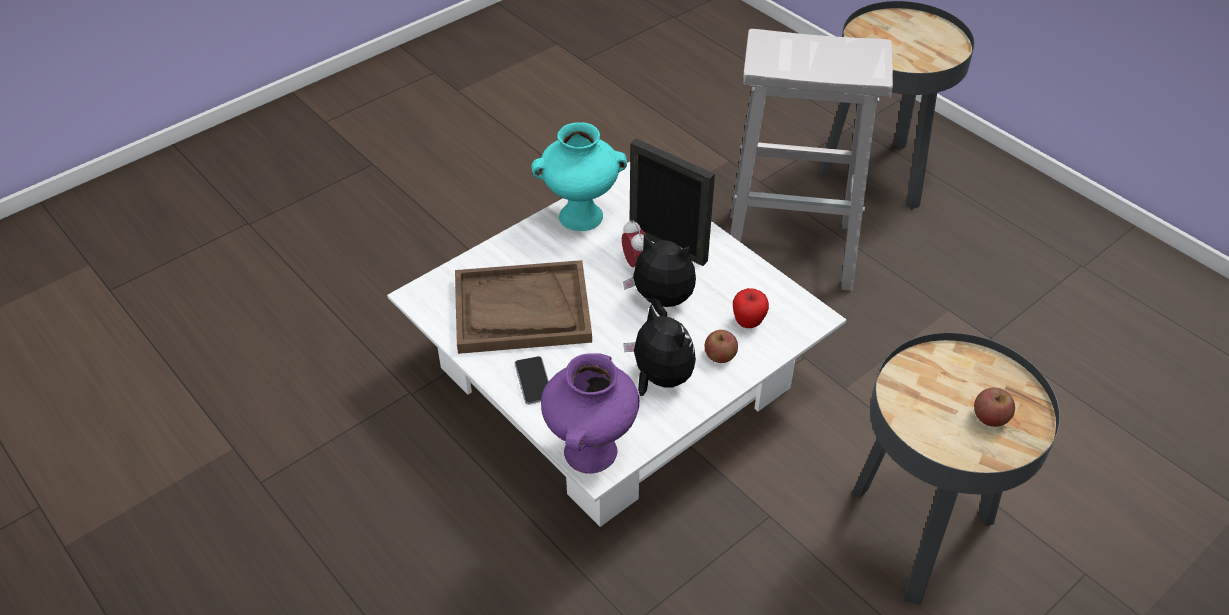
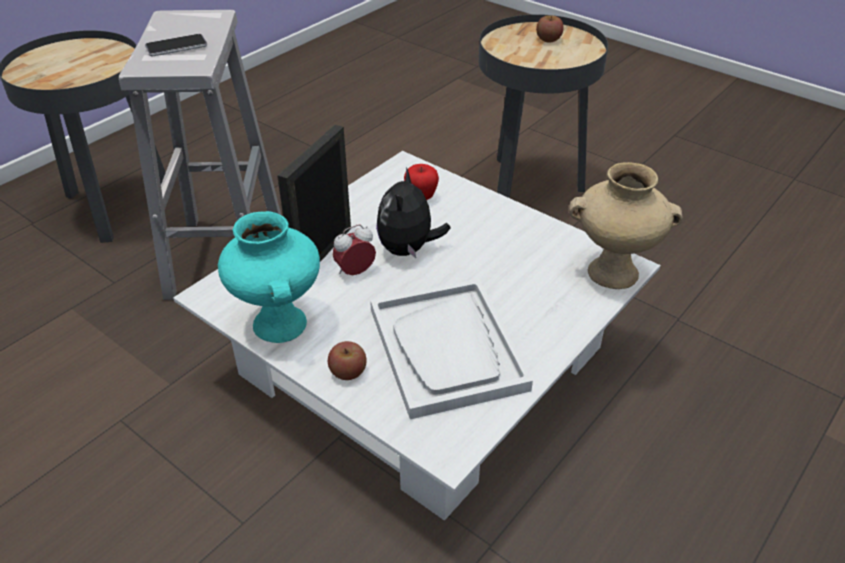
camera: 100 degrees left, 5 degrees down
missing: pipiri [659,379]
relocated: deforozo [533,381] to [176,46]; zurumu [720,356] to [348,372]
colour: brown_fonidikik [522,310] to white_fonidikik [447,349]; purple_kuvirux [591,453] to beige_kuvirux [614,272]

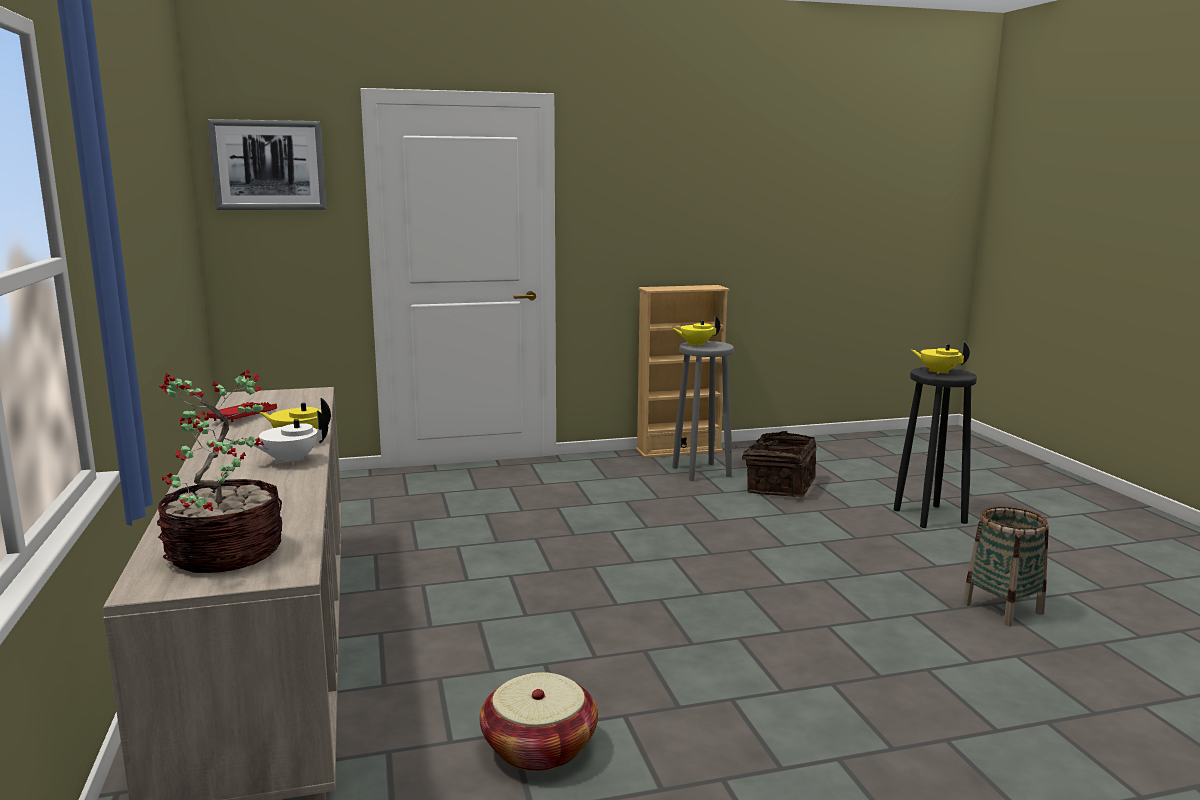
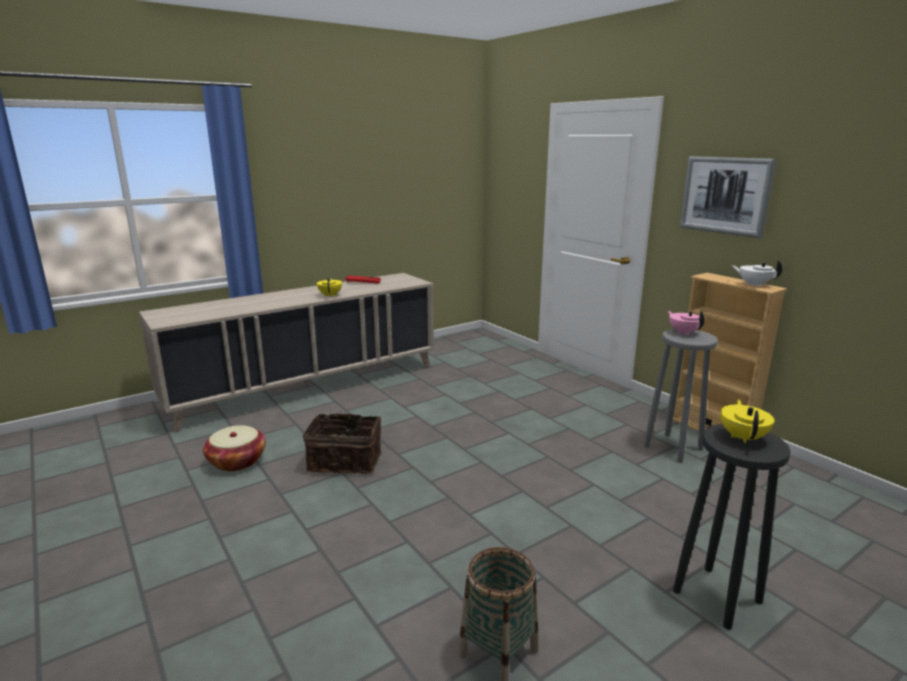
camera: 70 degrees right, 5 degrees up
missing: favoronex [223,555]
relocated: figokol [778,485] to [345,460]; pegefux [268,165] to [725,195]; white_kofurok [289,461] to [753,284]
colour: yellow_kofurok [695,344] to pink_kofurok [683,332]

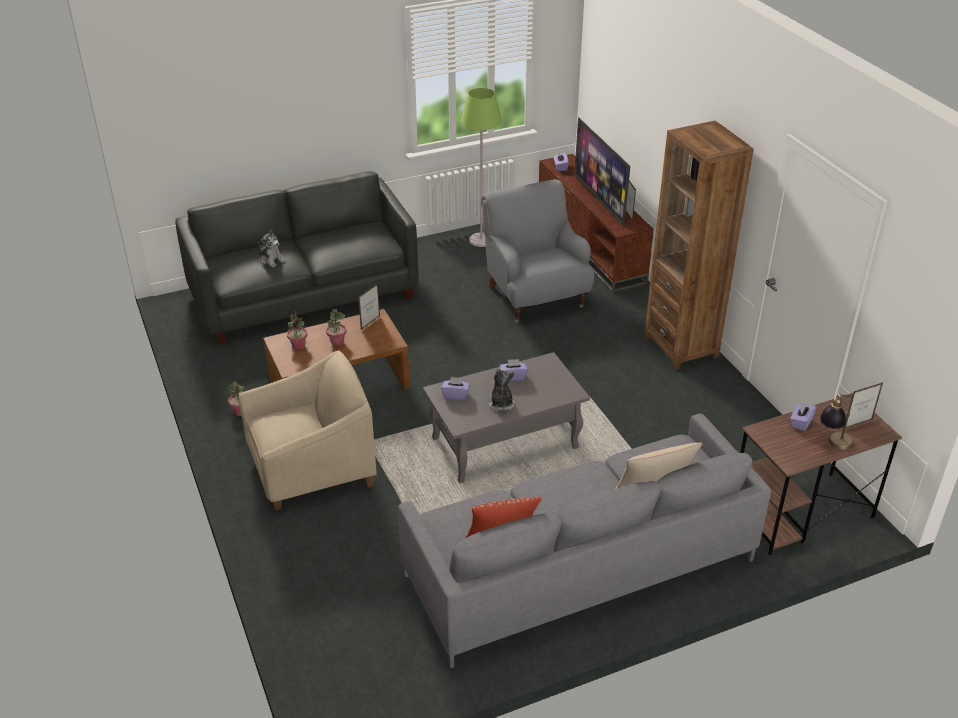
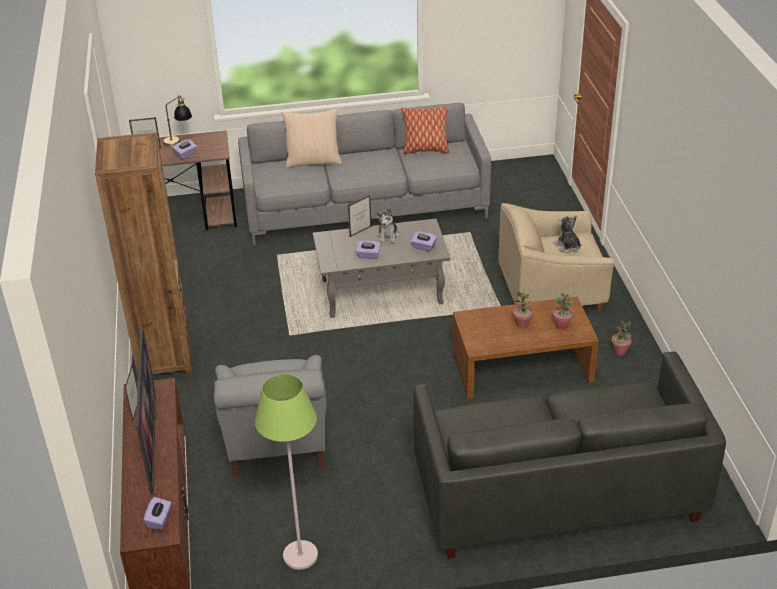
camera: 165 degrees left, 0 degrees up
relocated: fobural [370,323] to [360,232]; pipiri [271,260] to [567,246]

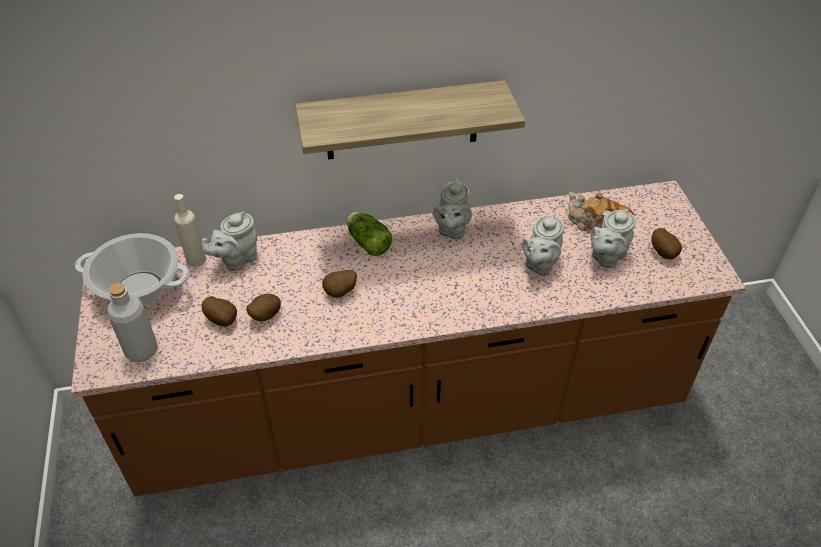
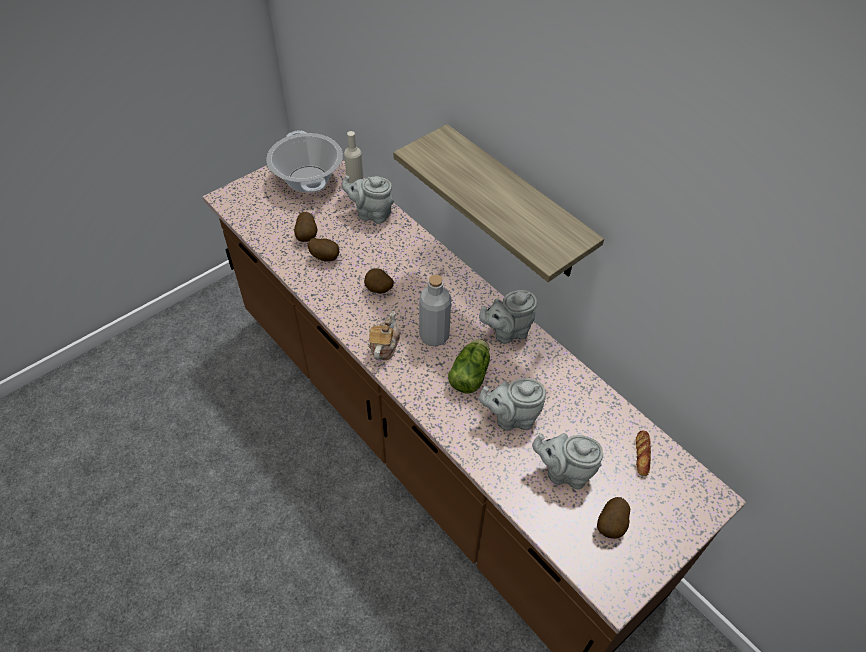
camera: 60 degrees right, 5 degrees up
relocated: kofurok [585,222] to [384,346]; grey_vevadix [141,350] to [434,336]; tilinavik [367,242] to [471,373]

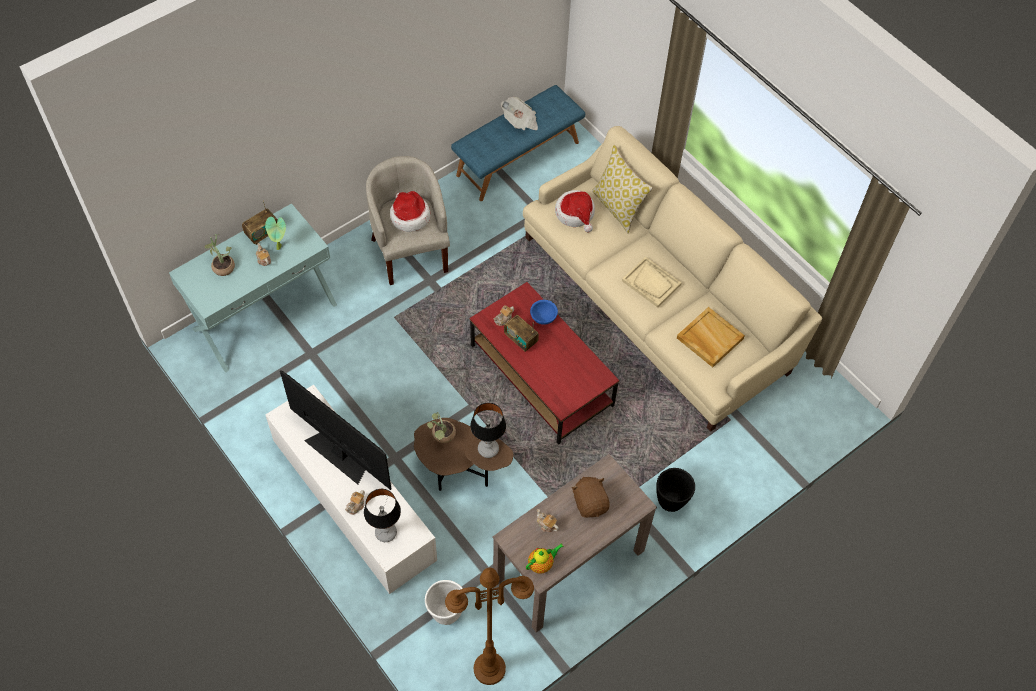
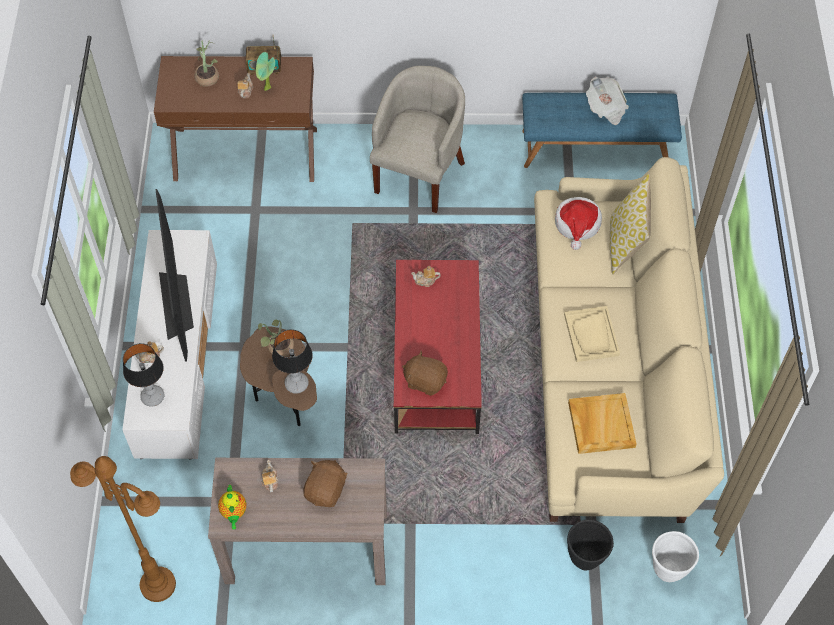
camera: 40 degrees right, 0 degrees up
missing: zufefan [409,216]; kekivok [521,339]; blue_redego [543,318]
appeared: brown_pipiri [425,381]
relocated: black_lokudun [671,502] to [585,558]; white_lokudun [446,613] to [668,569]
colour: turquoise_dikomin [264,316] to brown_dikomin [246,153]
spun: kofurok [542,564] = [234,512] 75 degrees clockwise

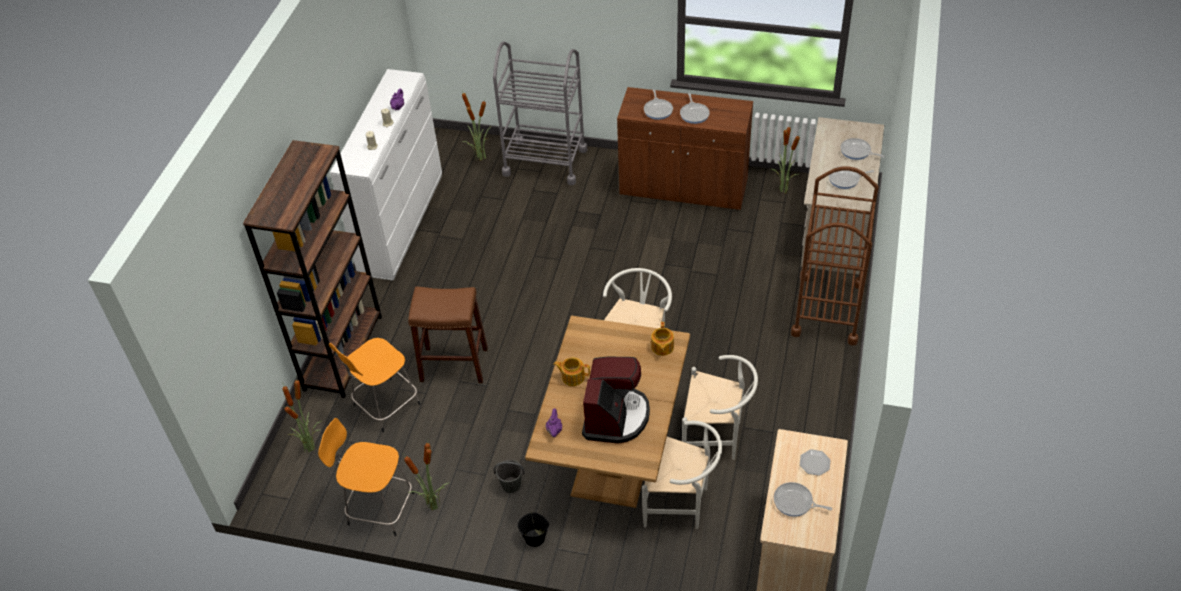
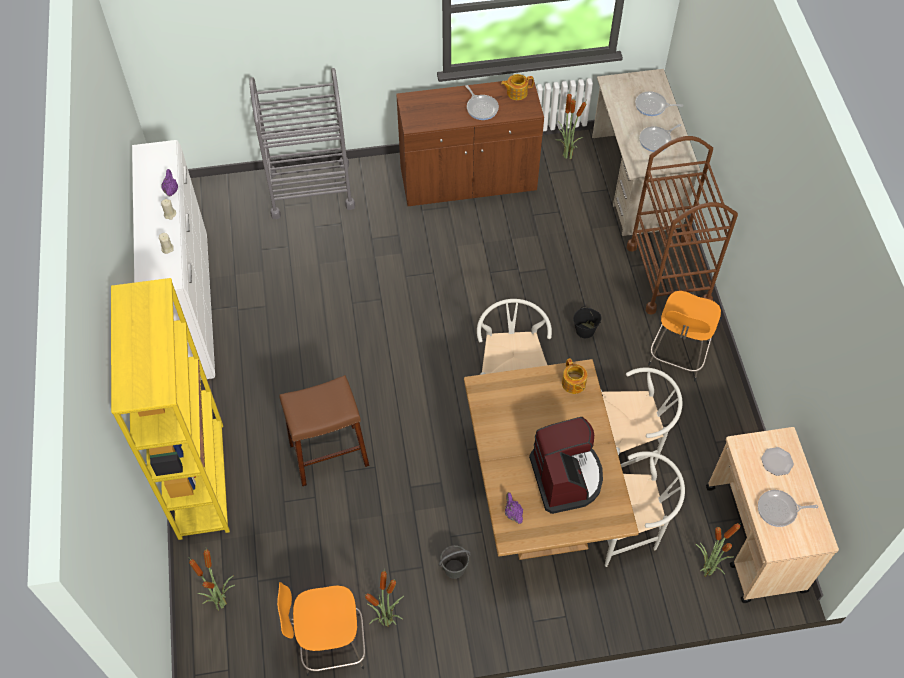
camera: 25 degrees left, 10 degrees up
missing: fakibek [658,110]
relocated: kofurok [572,376] to [516,92]; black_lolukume [535,538] to [585,330]; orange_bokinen [385,406] to [677,356]; favoronex [480,157] to [706,570]
colour: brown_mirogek [343,352] to yellow_mirogek [201,480]

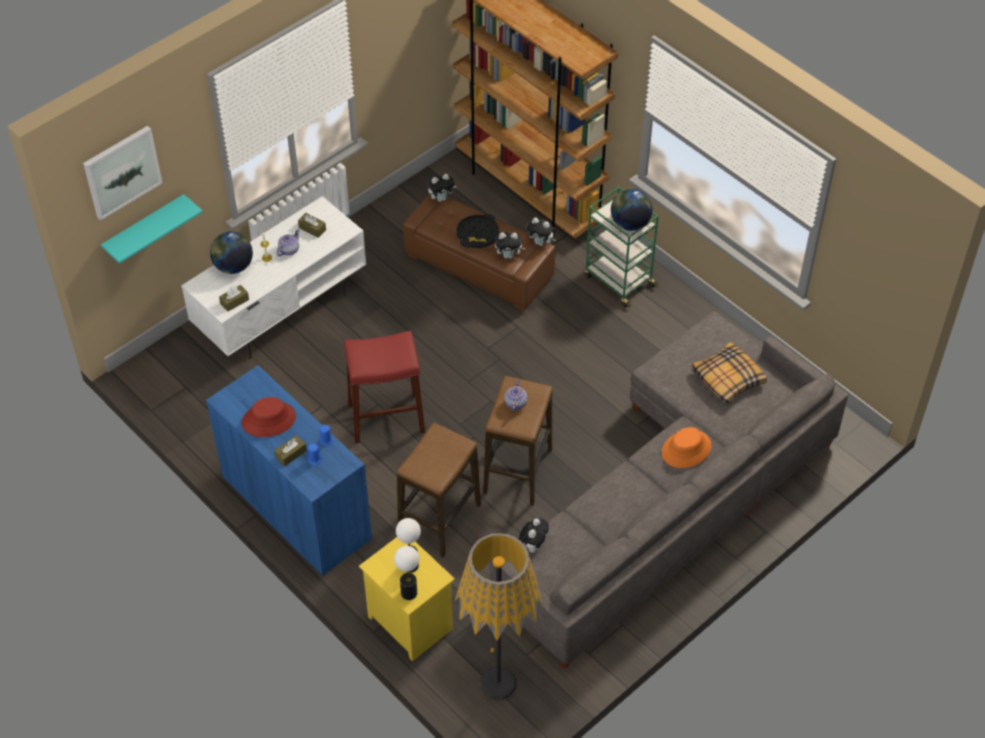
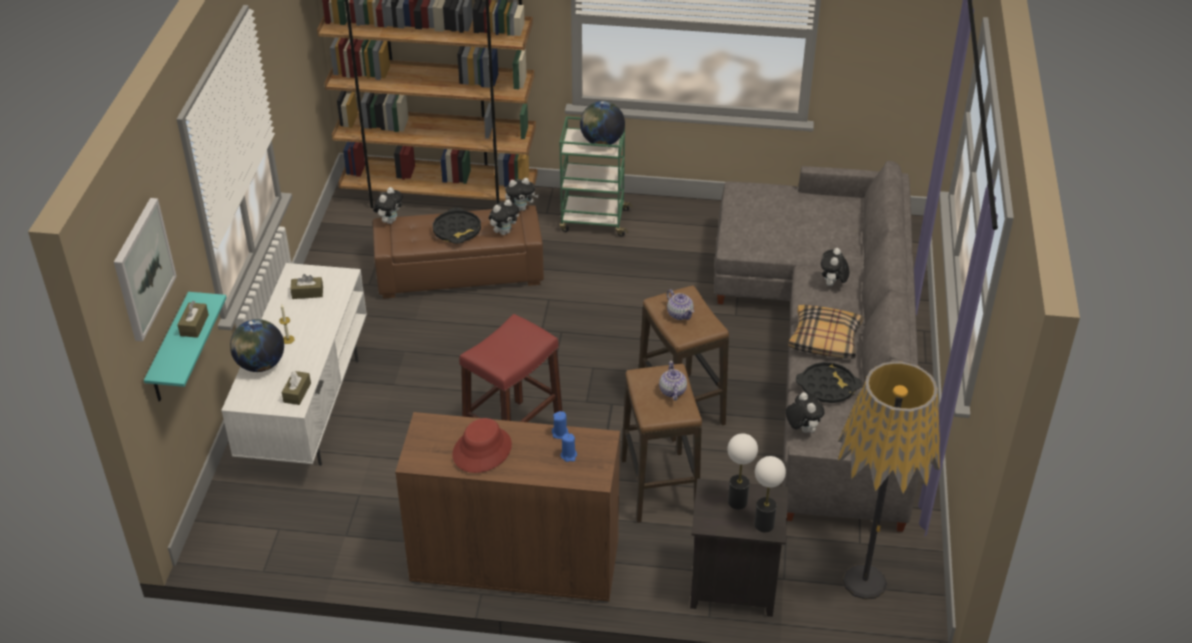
camera: 40 degrees left, 10 degrees down
appeared: black_fonidikik [827,387]
relocated: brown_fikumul [291,454] to [194,325]; kofurok [288,250] to [672,391]; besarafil [727,379] to [824,339]
exchanged: orange_zufefan [686,449] to pipiri [832,285]
colour: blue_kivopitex [296,508] to brown_kivopitex [515,562]; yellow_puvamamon [408,623] to black_puvamamon [731,588]

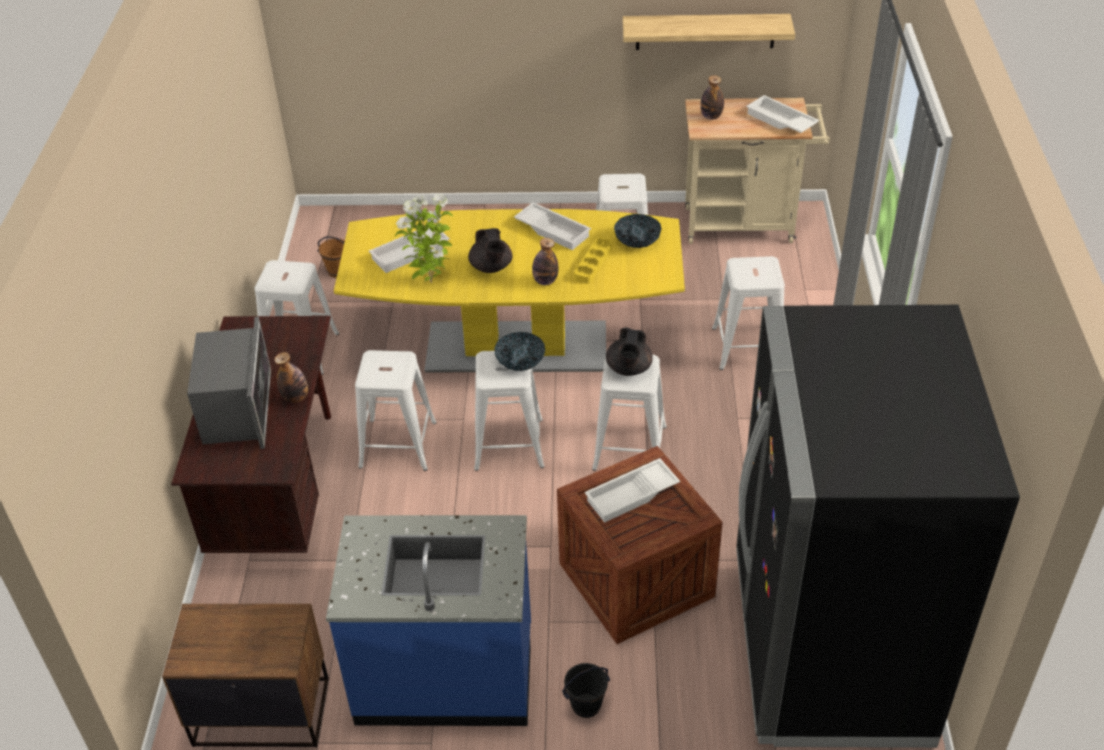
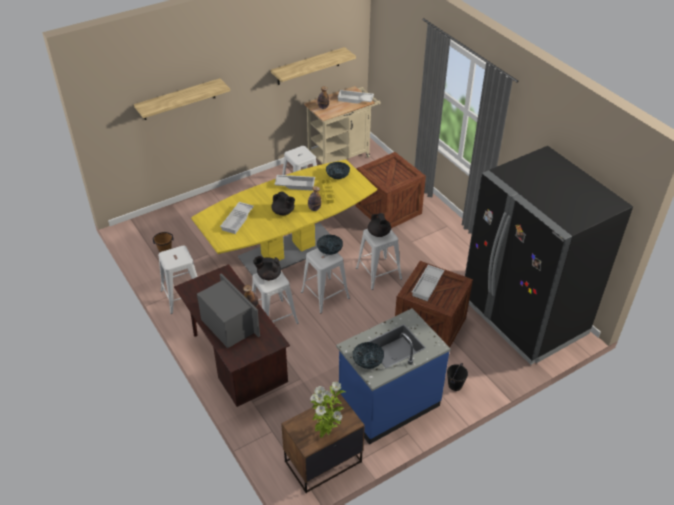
camera: 35 degrees left, 0 degrees up
appeared: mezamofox [179,99]; black_kofurok [268,275]; redego [368,361]
relocated: favoronex [430,282] to [326,432]
exchanged: white_bokinen [747,347] to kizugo [389,210]

